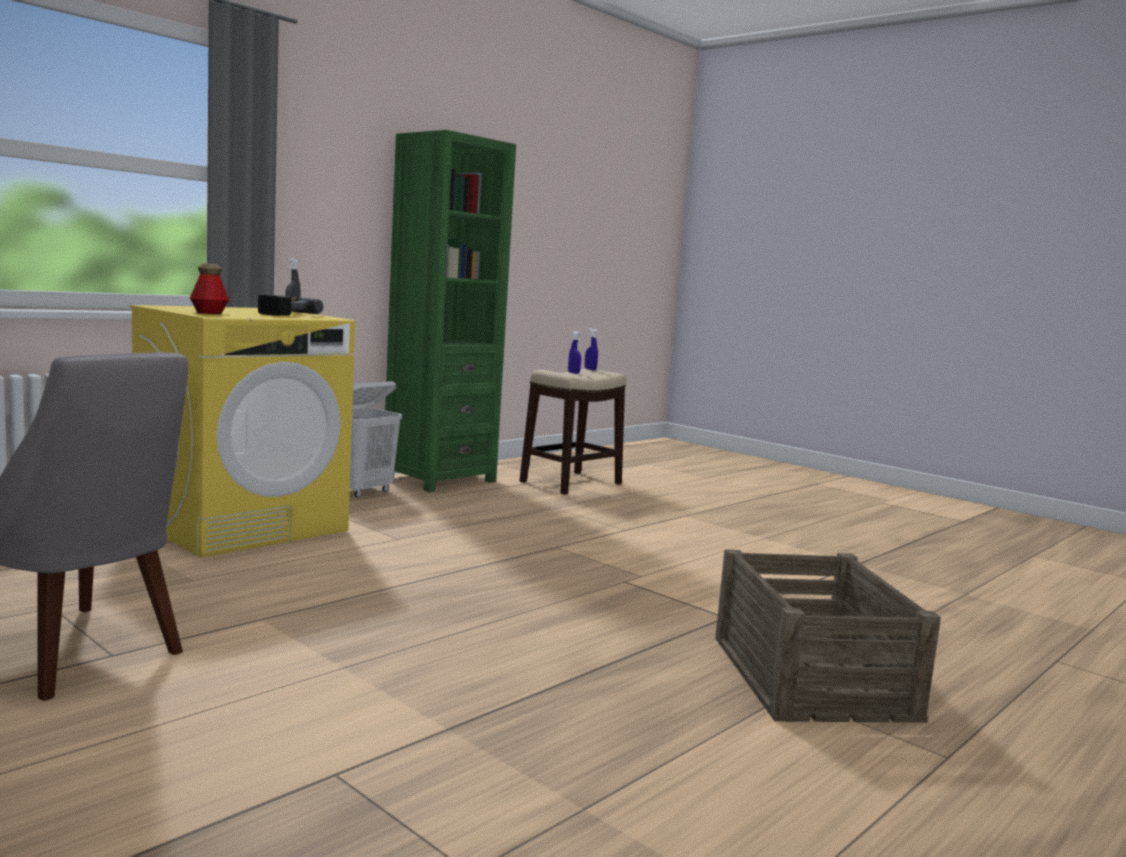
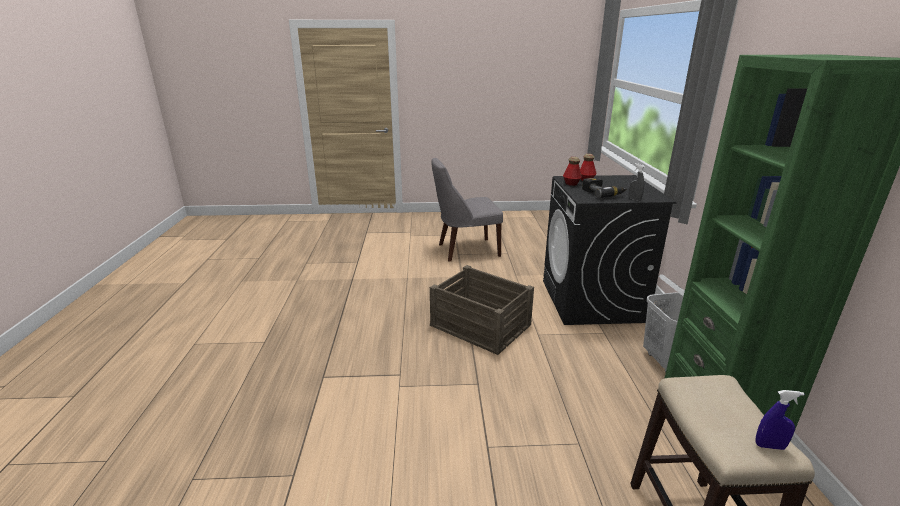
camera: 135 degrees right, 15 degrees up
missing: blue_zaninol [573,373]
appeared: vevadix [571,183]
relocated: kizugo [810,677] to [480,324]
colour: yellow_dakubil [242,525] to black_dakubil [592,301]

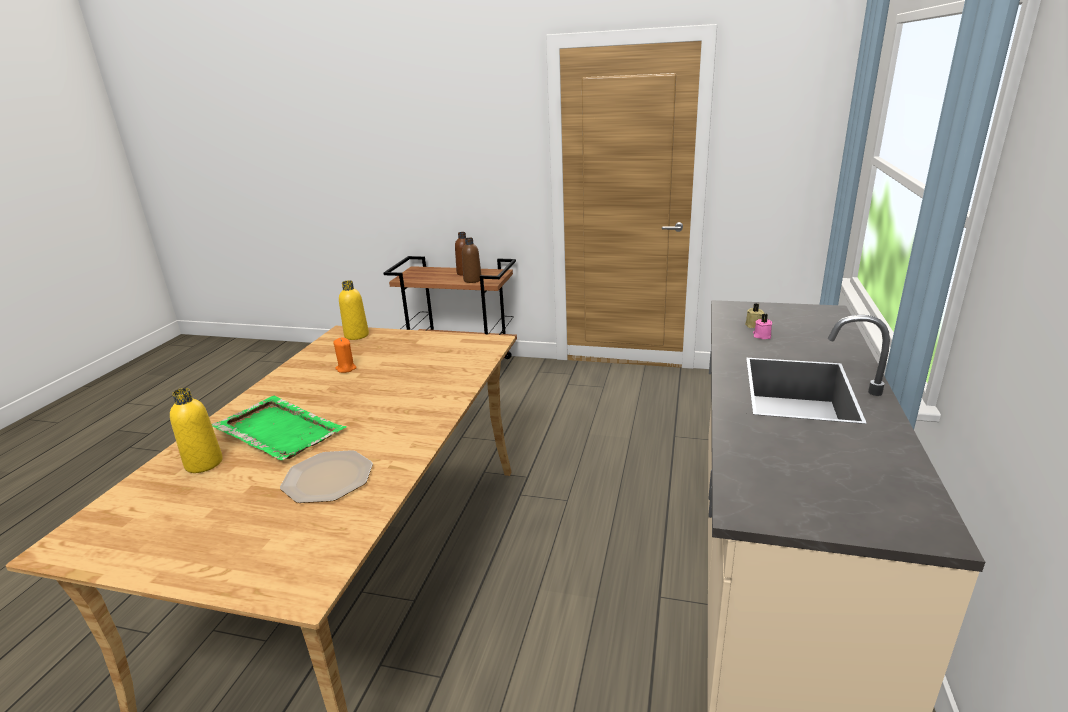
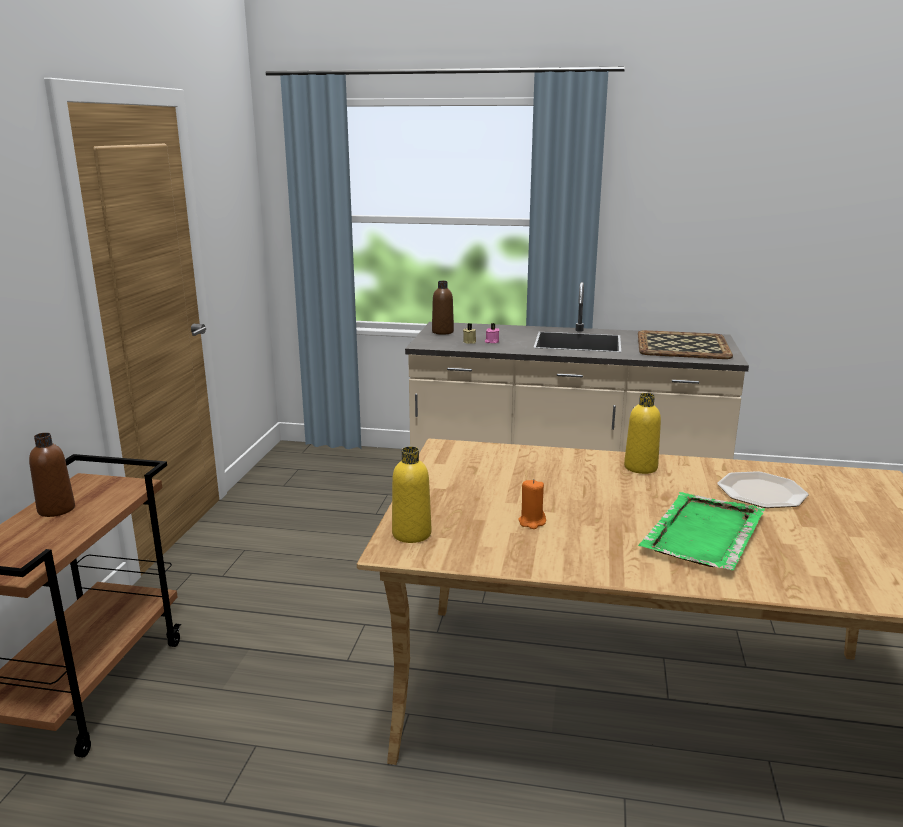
camera: 95 degrees left, 5 degrees down
appeared: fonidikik [683,346]
relocated: brown_vevadix [472,280] to [442,332]; yellow_vevadix [204,463] to [640,467]

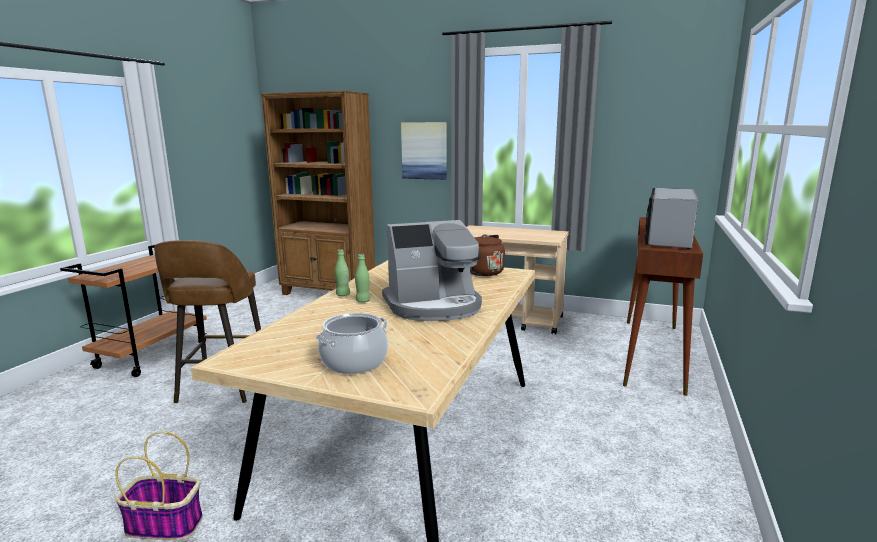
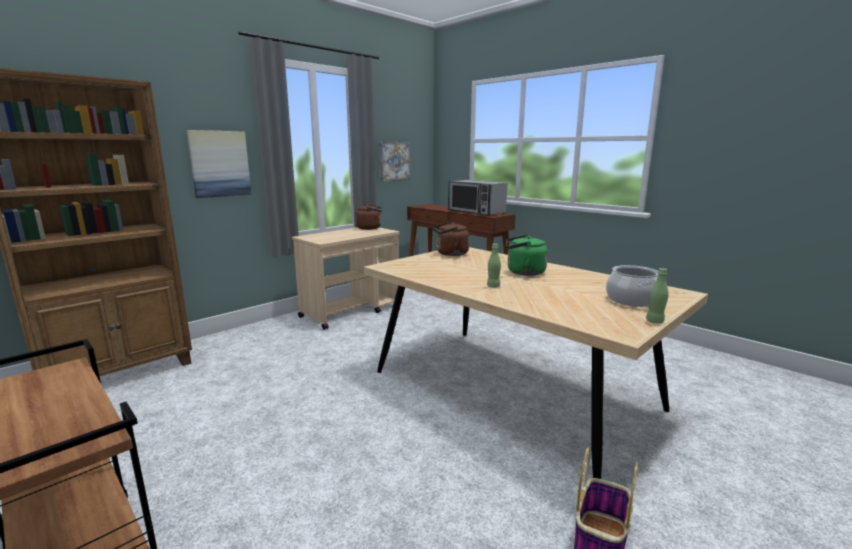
camera: 65 degrees left, 0 degrees up
missing: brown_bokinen [222,387]
appeared: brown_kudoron [370,228]; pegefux [394,161]
relocated: green_vevadix [343,295] to [654,321]
exchanged: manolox [434,306] to green_kudoron [523,272]

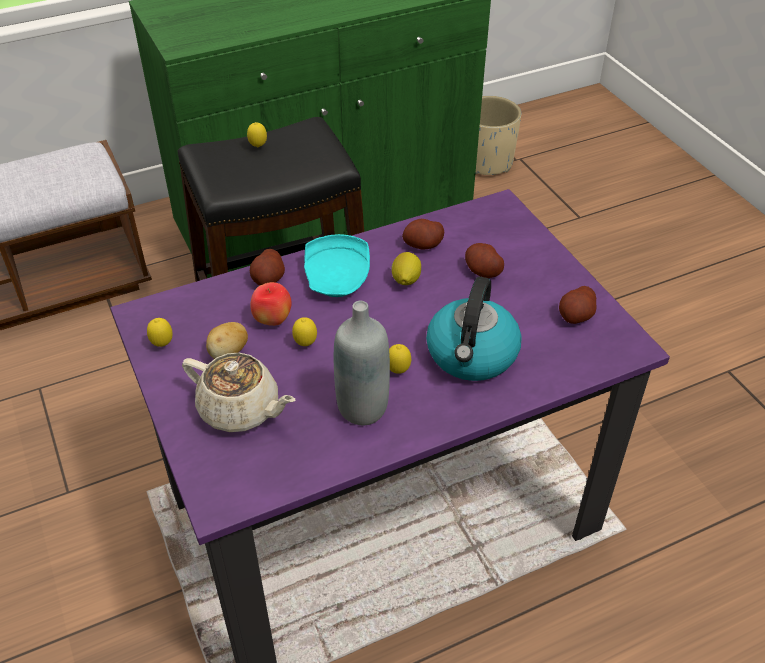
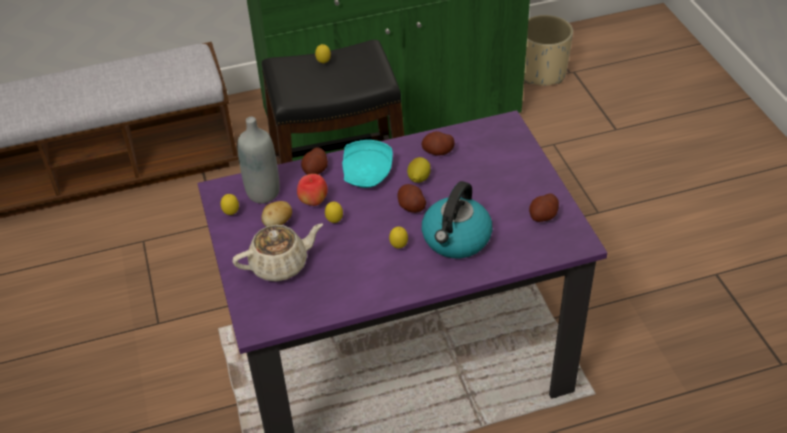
camera: 10 degrees right, 0 degrees up
relocated: grey_vevadix [362,408] to [263,193]; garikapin [482,271] to [411,206]
spun: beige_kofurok [241,410] = [280,265] 60 degrees counterclockwise

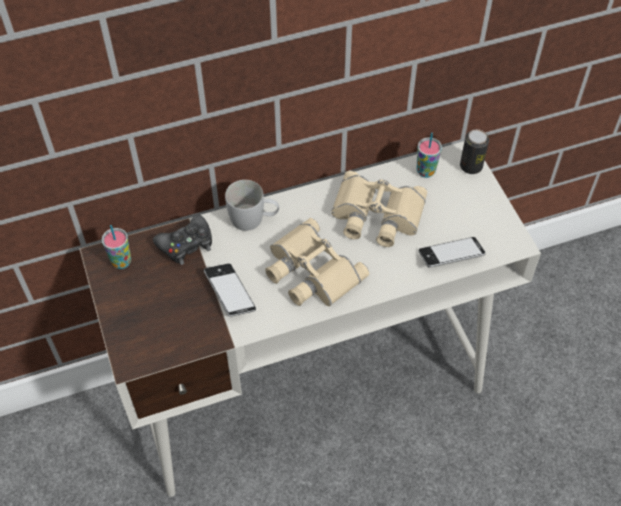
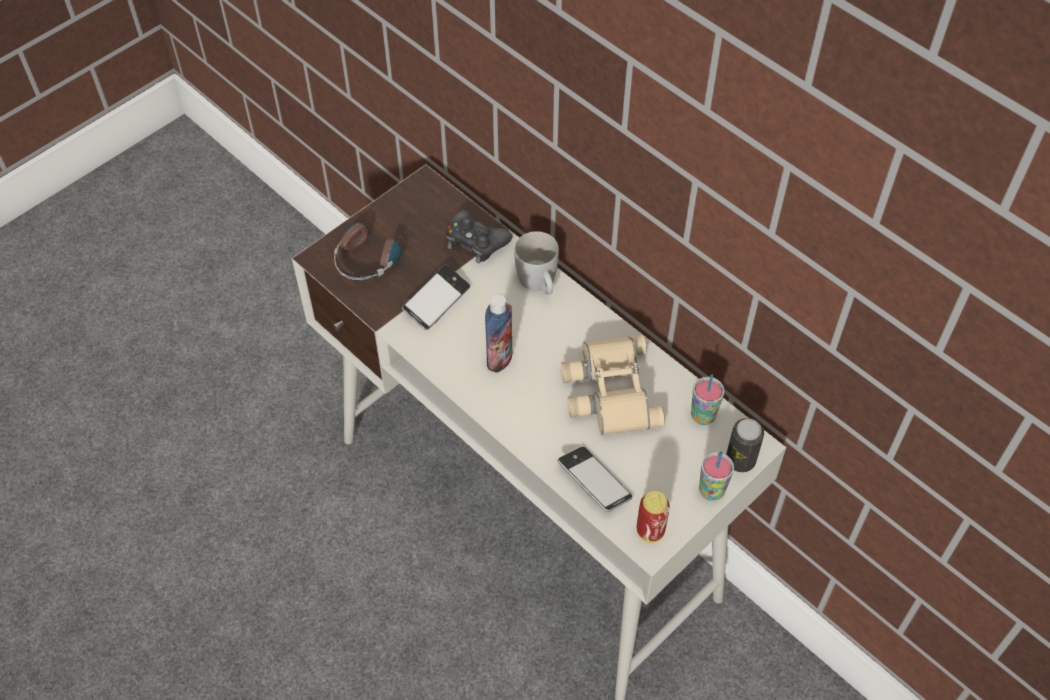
camera: 65 degrees right, 0 degrees up
appeared: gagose [372,253]; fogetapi [650,531]
relocated: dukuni [121,262] to [711,491]
exchanged: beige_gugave [310,271] to vevadix [499,358]

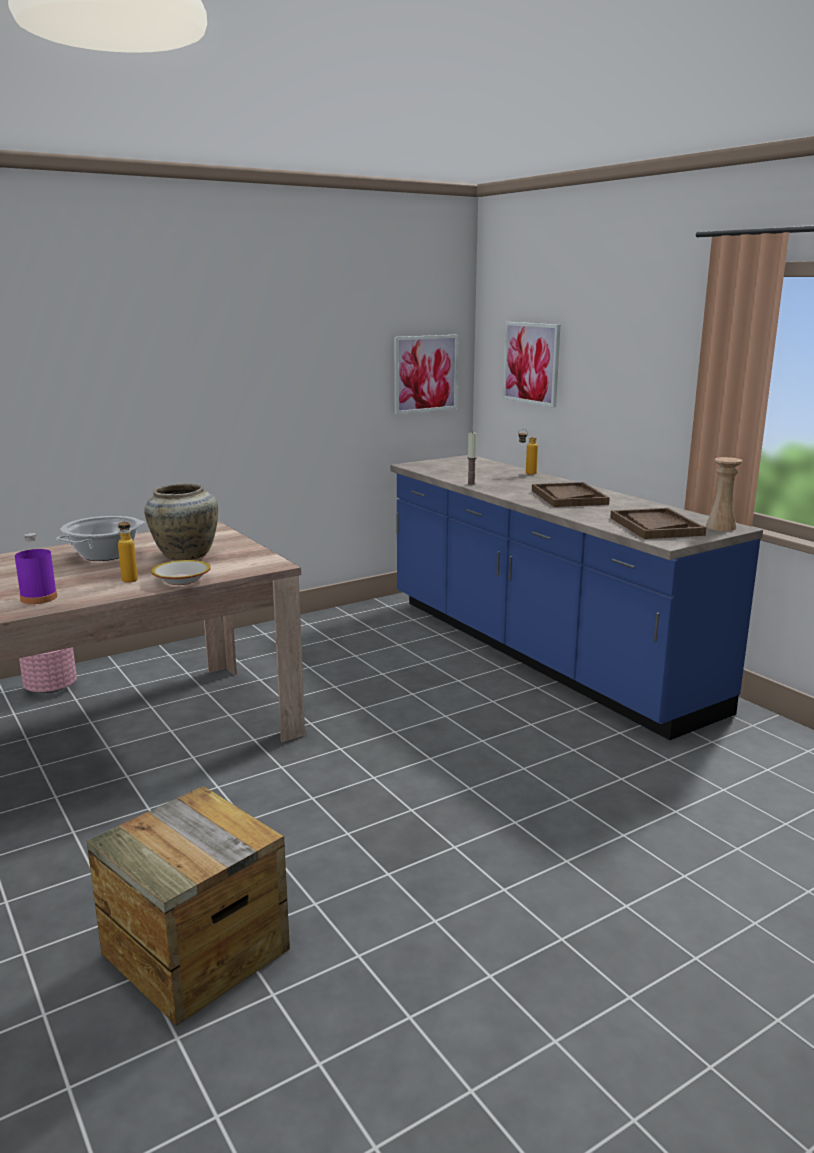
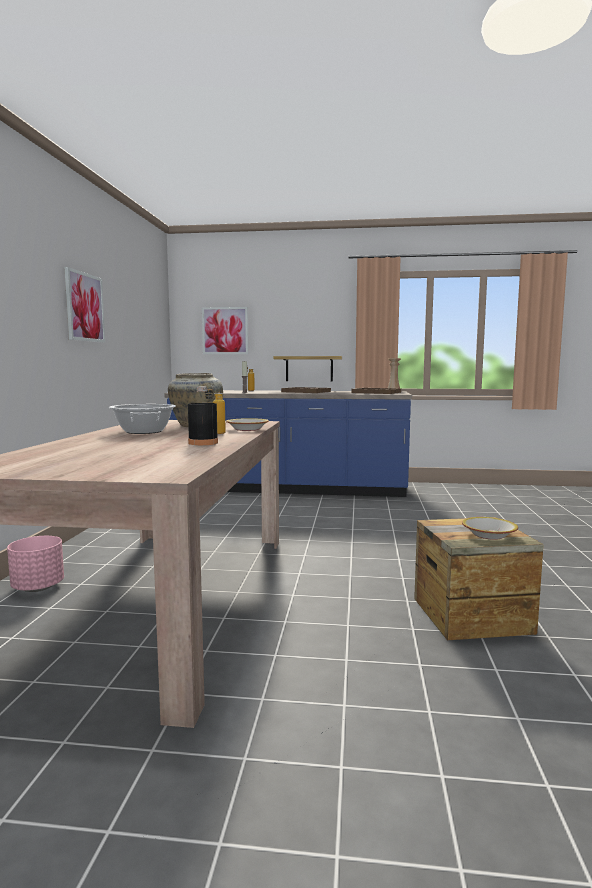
camera: 50 degrees left, 10 degrees down
appeared: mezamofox [309,368]; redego [489,535]
relocated: pegefux [425,373] to [84,307]
colour: purple_vevadix [39,598] to black_vevadix [203,443]

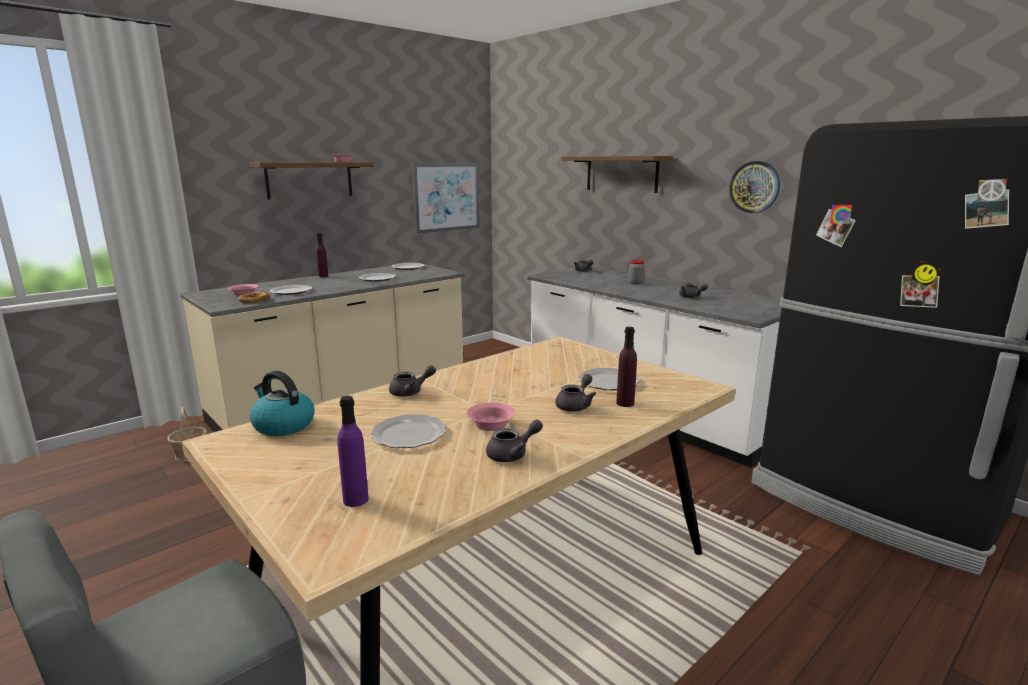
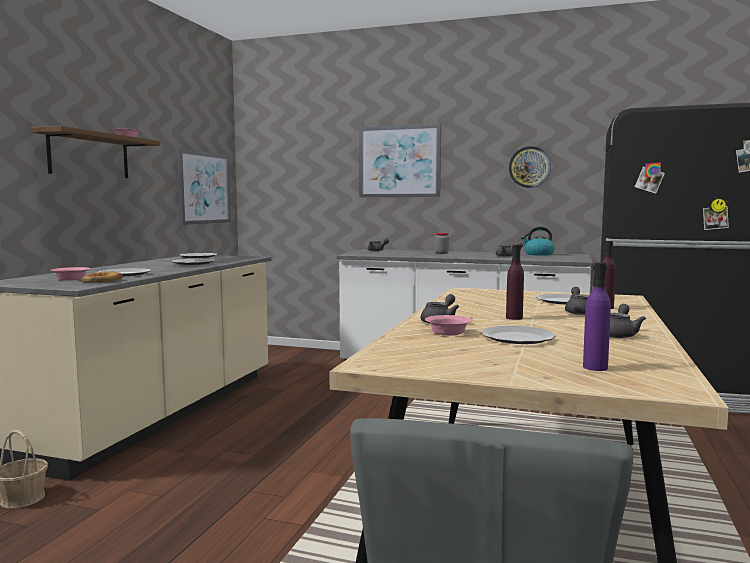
camera: 30 degrees left, 10 degrees down
relocated: pink_redego [492,425] to [449,332]; purple_vevadix [323,276] to [514,318]; kudoron [283,425] to [538,254]
exchanged: mezamofox [621,173] to pegefux [399,161]

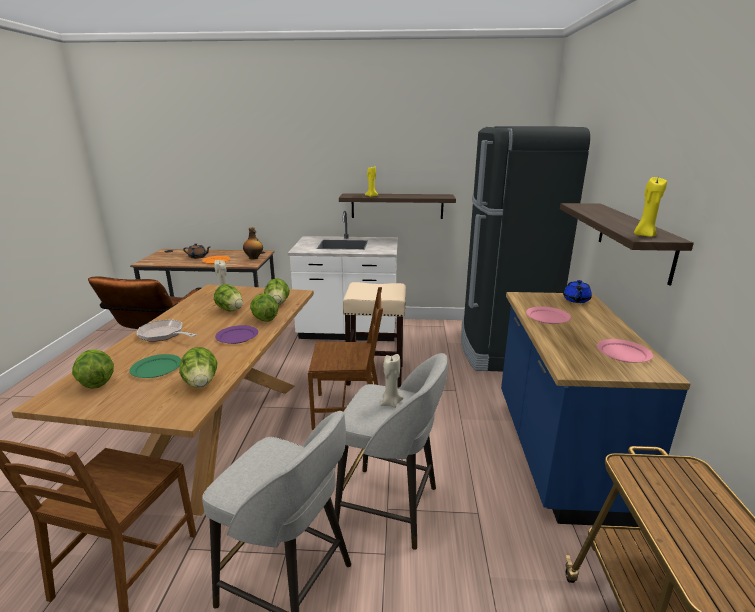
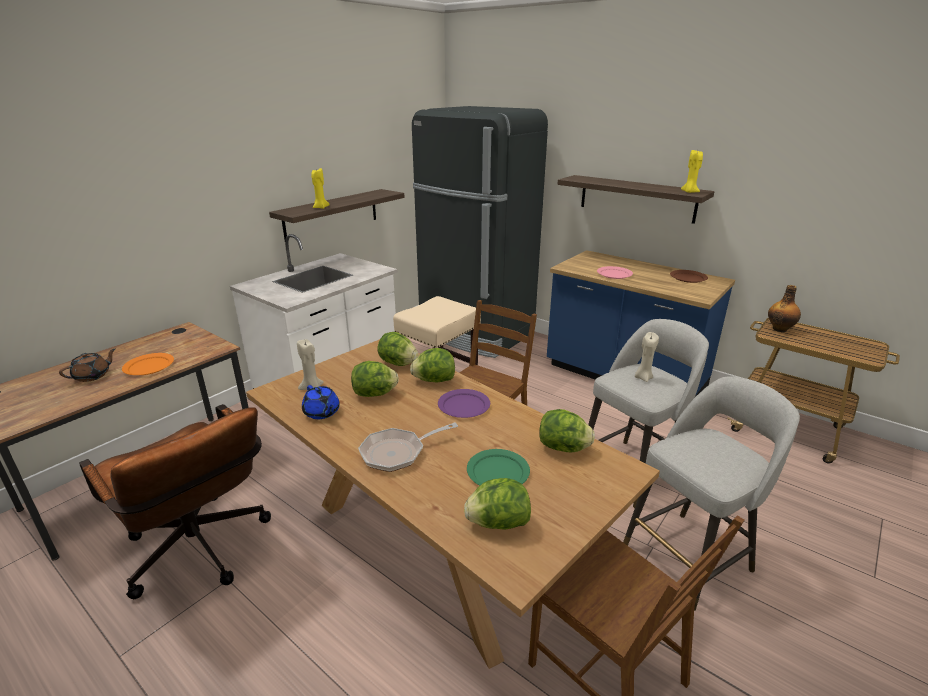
camera: 55 degrees left, 5 degrees up
relocated: blue_kofurok [576,300] to [322,413]; vevadix [254,258] to [780,329]
colour: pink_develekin [623,353] to brown_develekin [688,278]

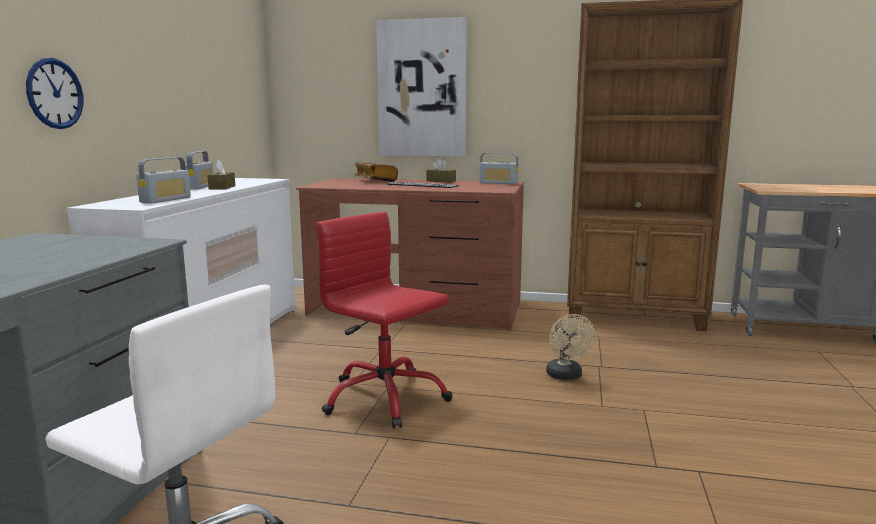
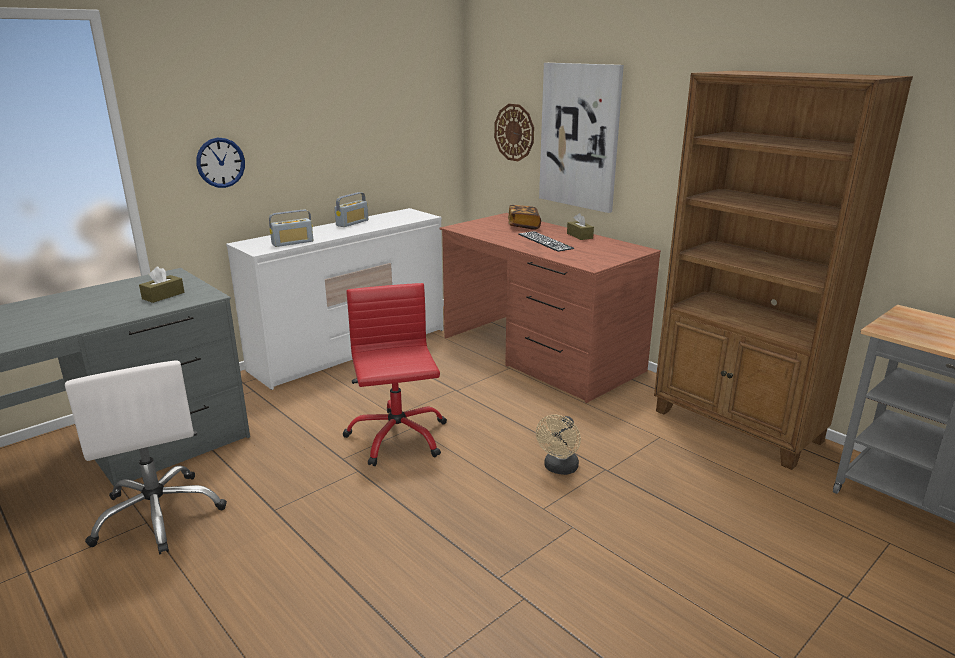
camera: 35 degrees right, 10 degrees up
missing: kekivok [498,183]
appeared: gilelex [514,132]
relocated: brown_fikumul [222,187] to [163,295]

